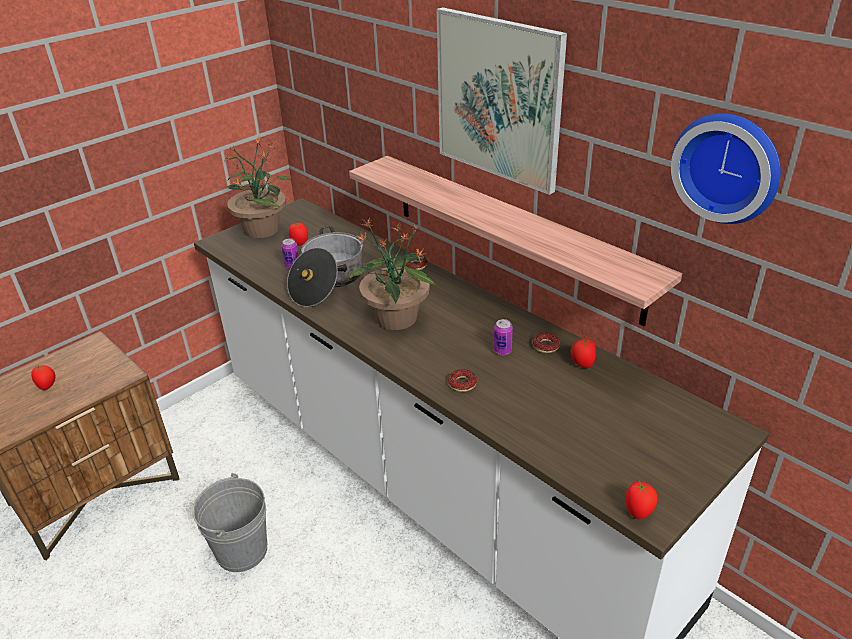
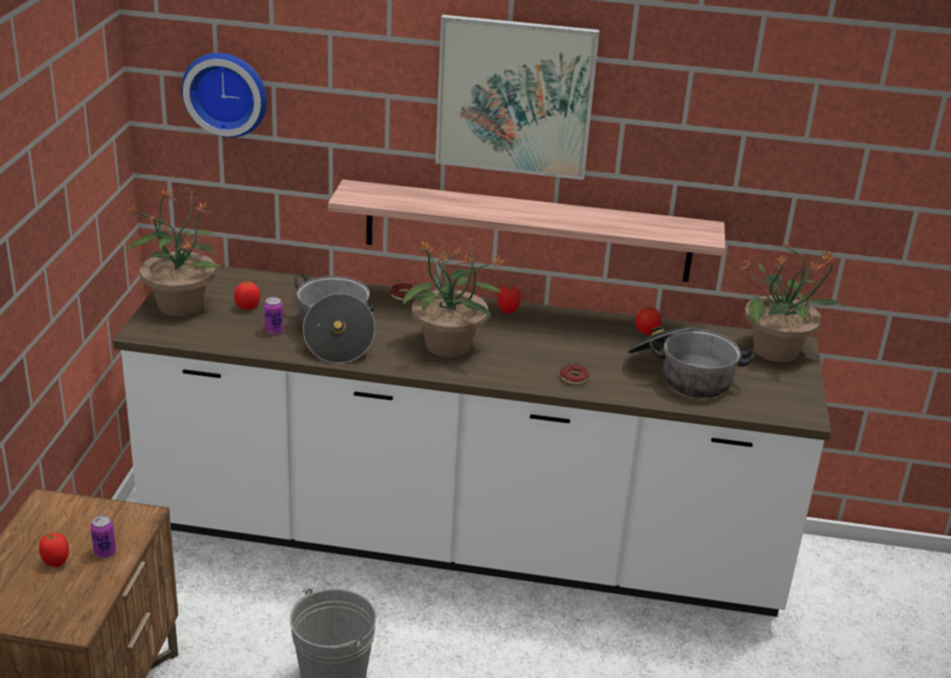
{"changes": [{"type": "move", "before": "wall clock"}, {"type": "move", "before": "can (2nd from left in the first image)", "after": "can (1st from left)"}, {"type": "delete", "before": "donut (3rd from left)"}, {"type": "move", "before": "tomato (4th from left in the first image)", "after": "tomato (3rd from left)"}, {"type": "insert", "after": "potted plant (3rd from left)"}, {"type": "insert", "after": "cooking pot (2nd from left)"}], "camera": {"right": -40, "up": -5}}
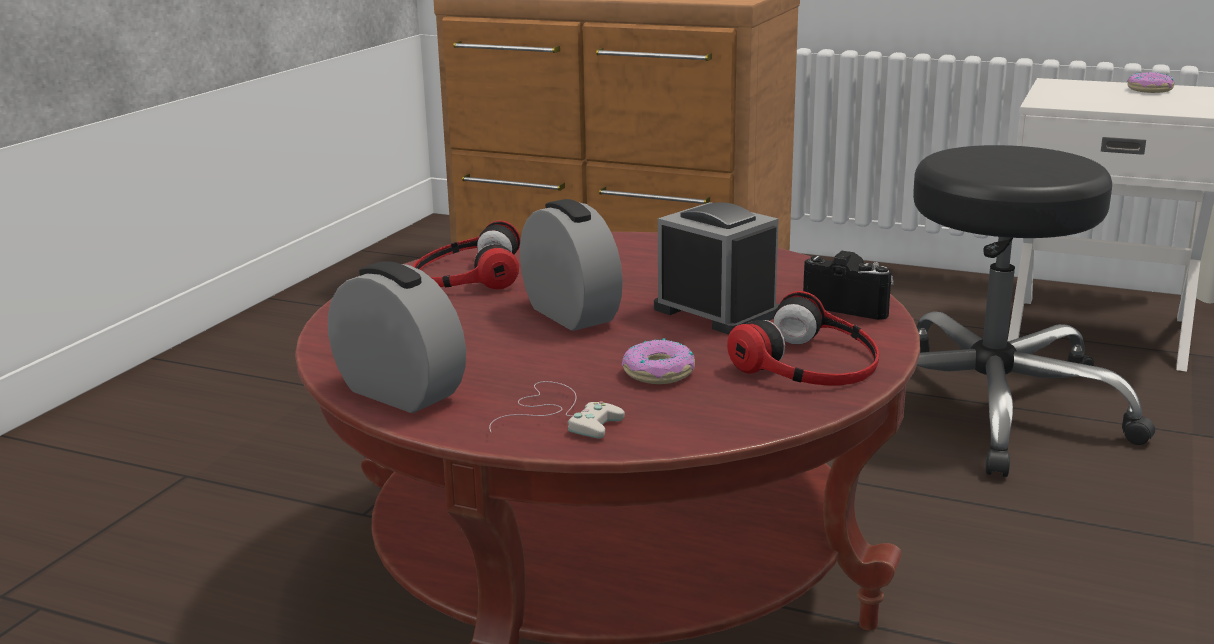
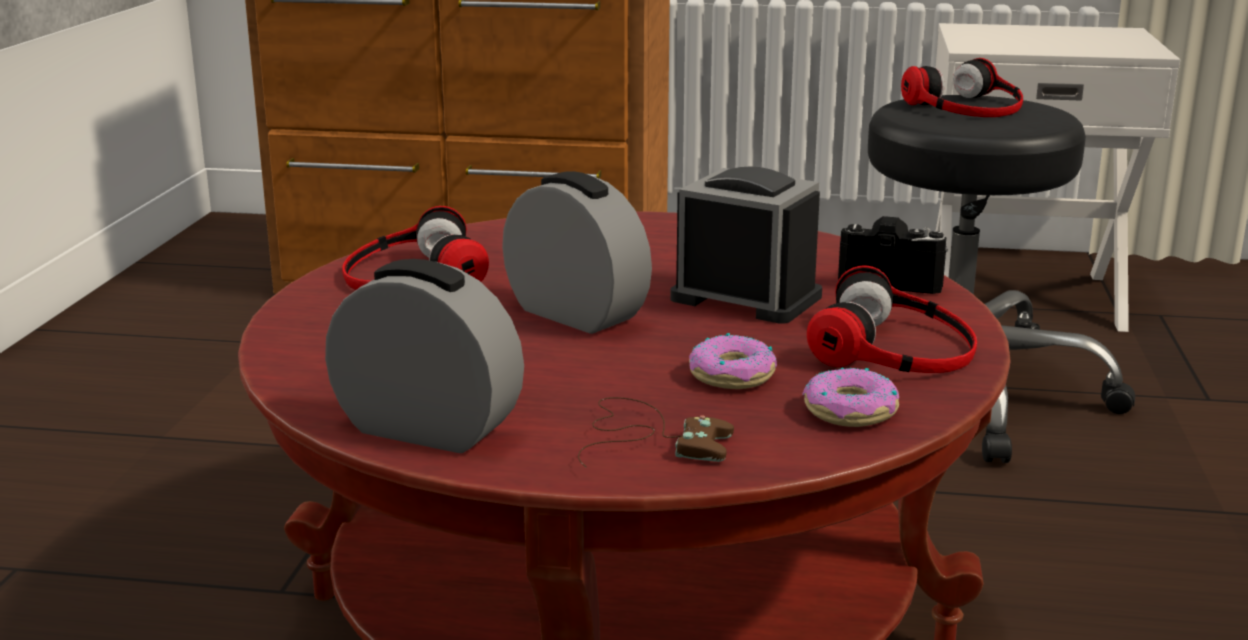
{"changes": [{"type": "move", "before": "donut (2nd from left)"}, {"type": "recolor", "before": "game controller (white)", "after": "game controller (brown)"}, {"type": "insert", "after": "headphones (3rd from left)"}], "camera": {"right": -15, "up": 0}}
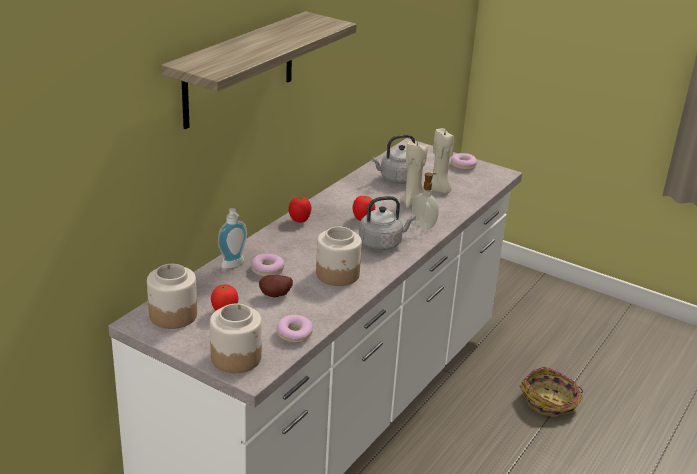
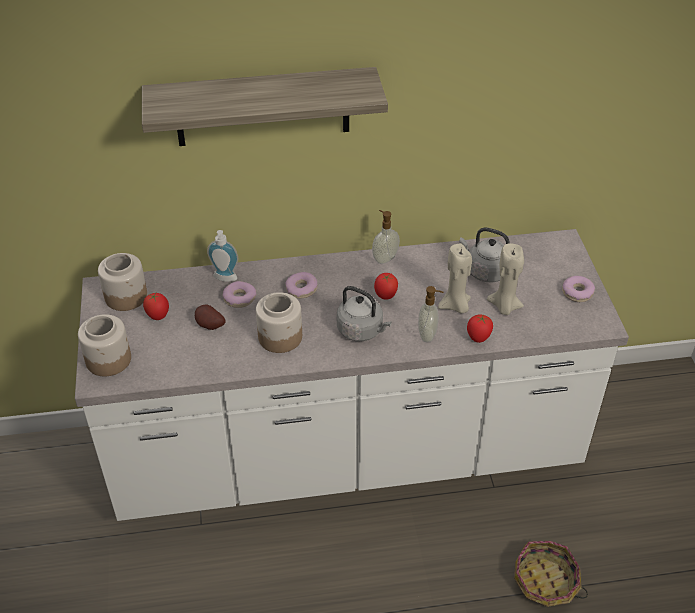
{"changes": [{"type": "move", "before": "tomato (2nd from left in the first image)", "after": "tomato (3rd from left)"}, {"type": "move", "before": "donut (2nd from left)"}, {"type": "insert", "after": "soap dispenser (2nd from left)"}], "camera": {"right": 50, "up": 15}}
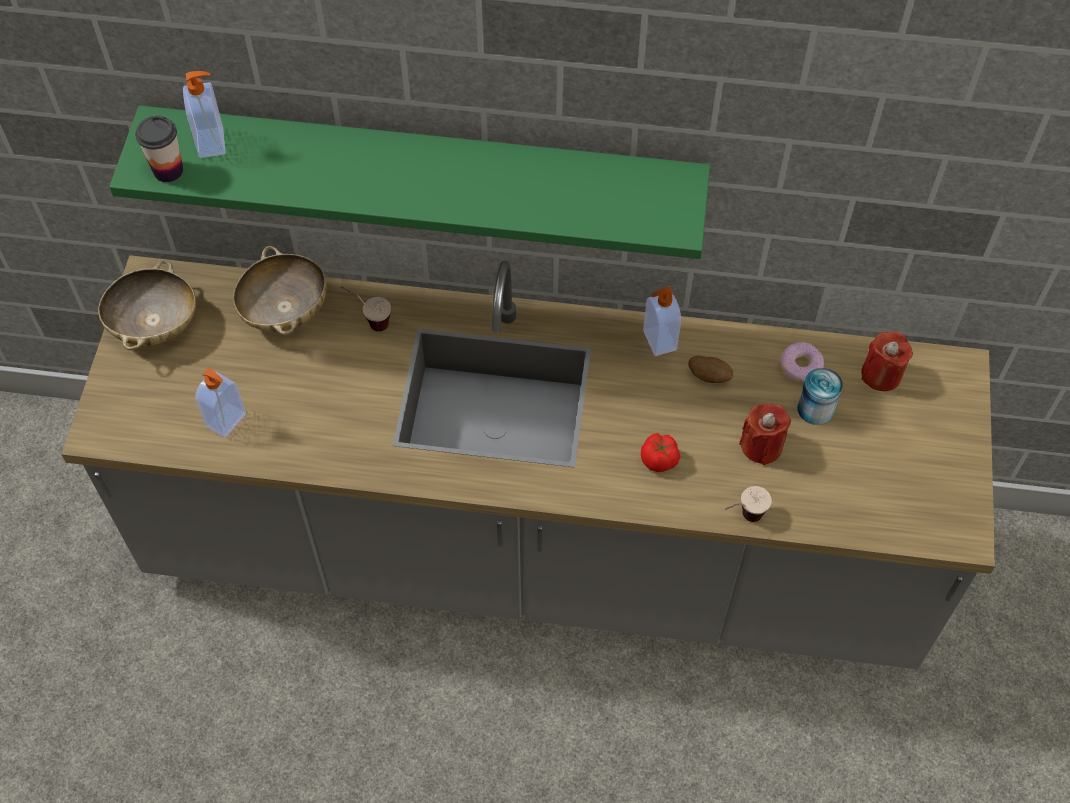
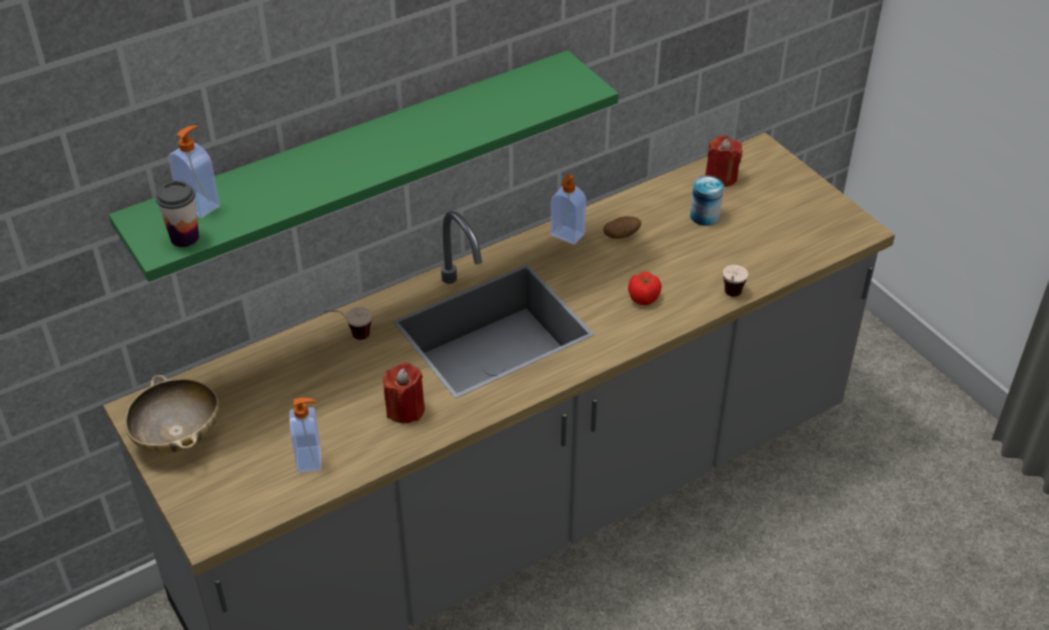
{"changes": [{"type": "delete", "before": "bowl (beige) (2nd from left)"}, {"type": "delete", "before": "donut"}, {"type": "move", "before": "candle (red) (1st from left)"}], "camera": {"right": -40, "up": -15}}
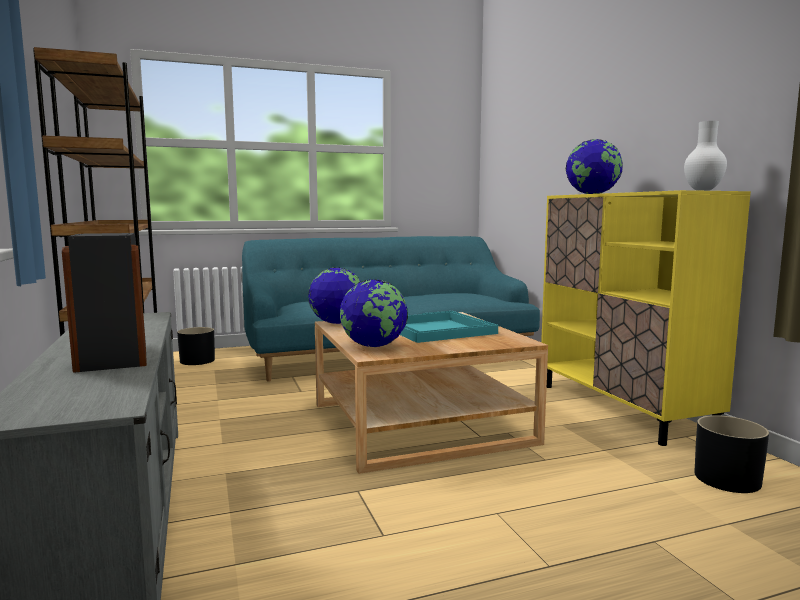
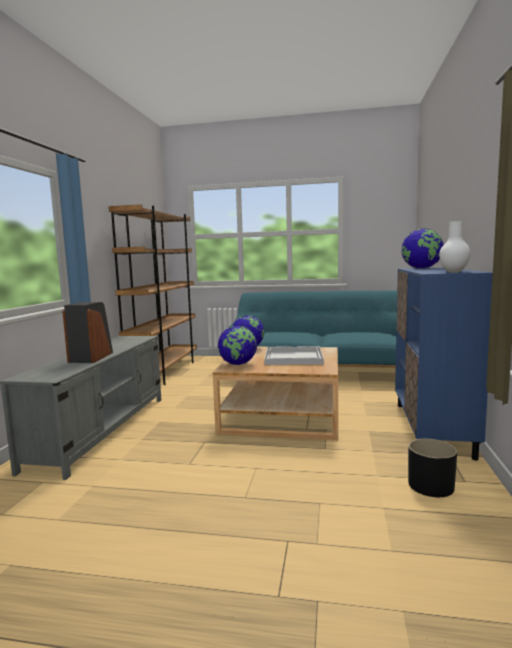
{"changes": [{"type": "recolor", "before": "cabinet (yellow)", "after": "cabinet (blue)"}, {"type": "recolor", "before": "tray (turquoise)", "after": "tray (white)"}, {"type": "delete", "before": "planter (black) (1st from left)"}], "camera": {"right": 30, "up": 0}}
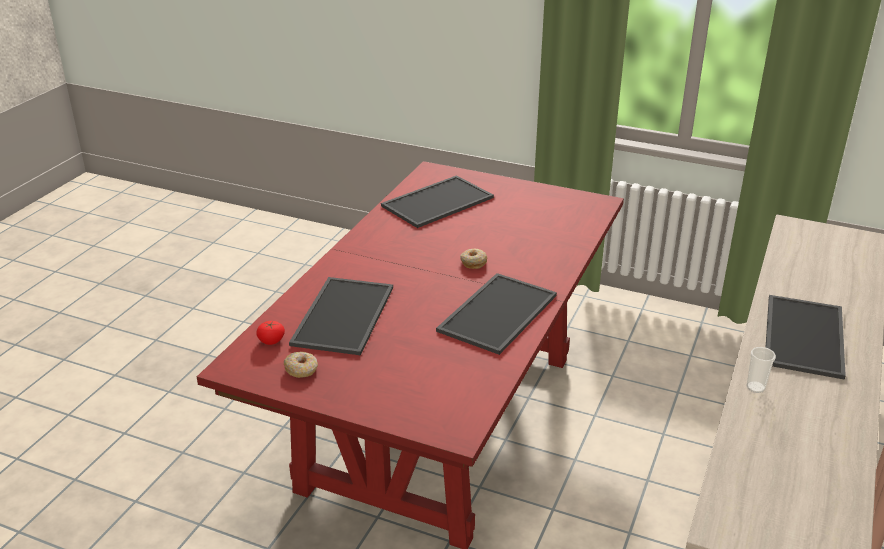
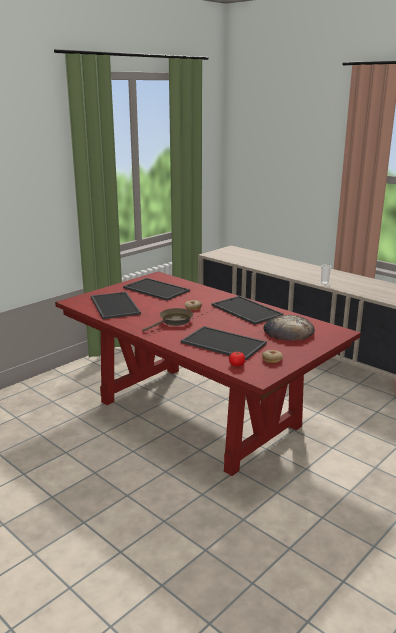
{"changes": [{"type": "move", "before": "tray (4th from left in the first image)", "after": "tray (2nd from left)"}, {"type": "insert", "after": "frying pan (brown)"}, {"type": "insert", "after": "bread"}], "camera": {"right": -70, "up": -10}}
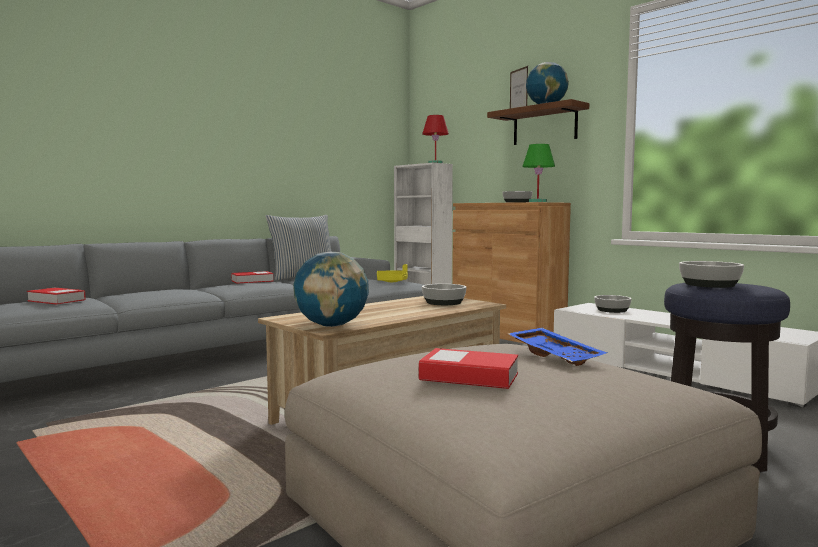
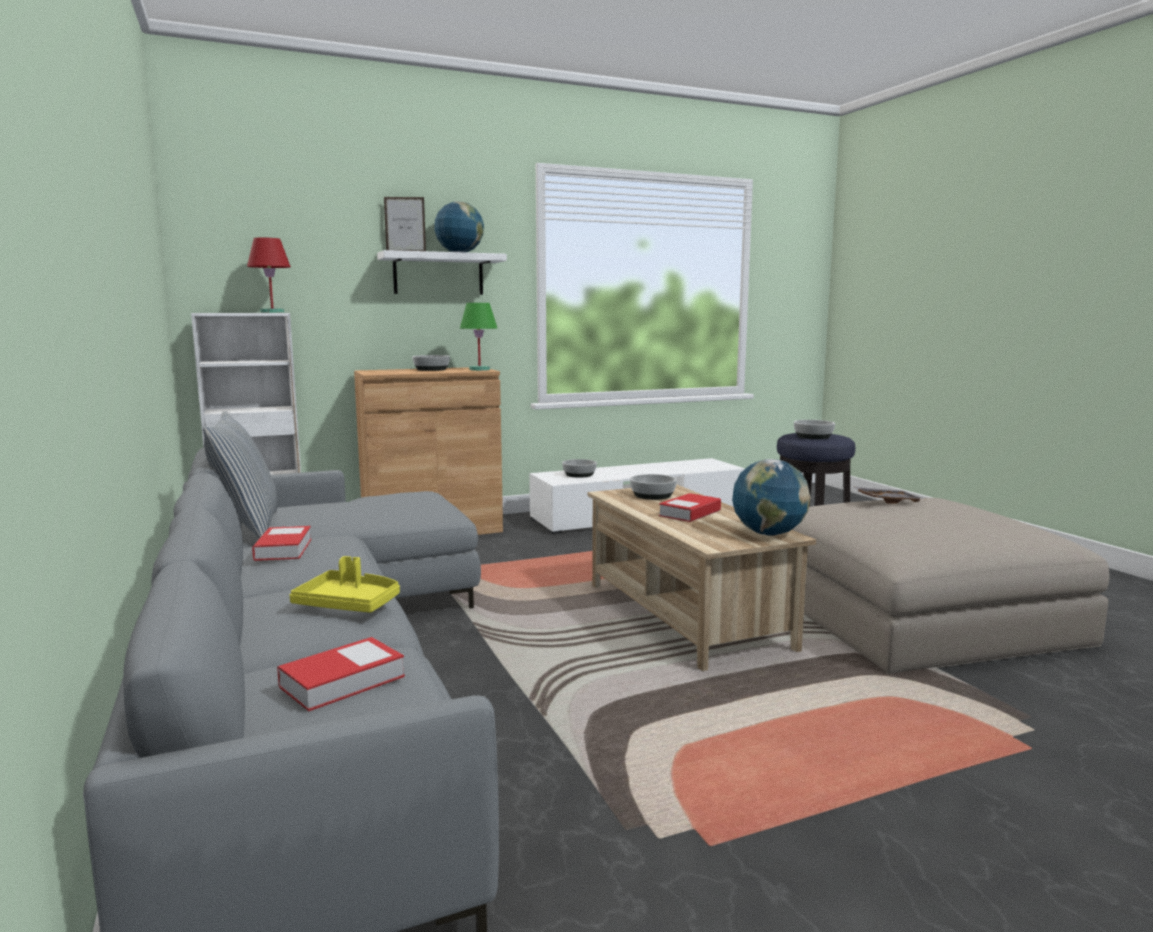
{"changes": [{"type": "recolor", "before": "shelf (brown)", "after": "shelf (white)"}, {"type": "move", "before": "tray (yellow)"}, {"type": "recolor", "before": "tray (blue)", "after": "tray (grey)"}, {"type": "move", "before": "book (3rd from left)"}], "camera": {"right": -70, "up": 5}}
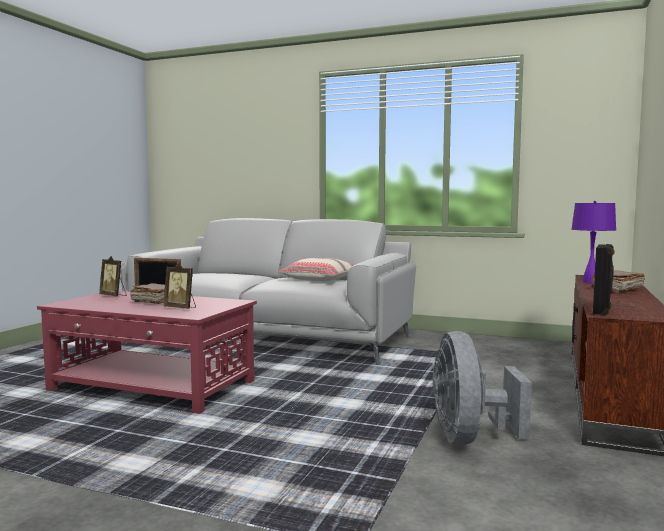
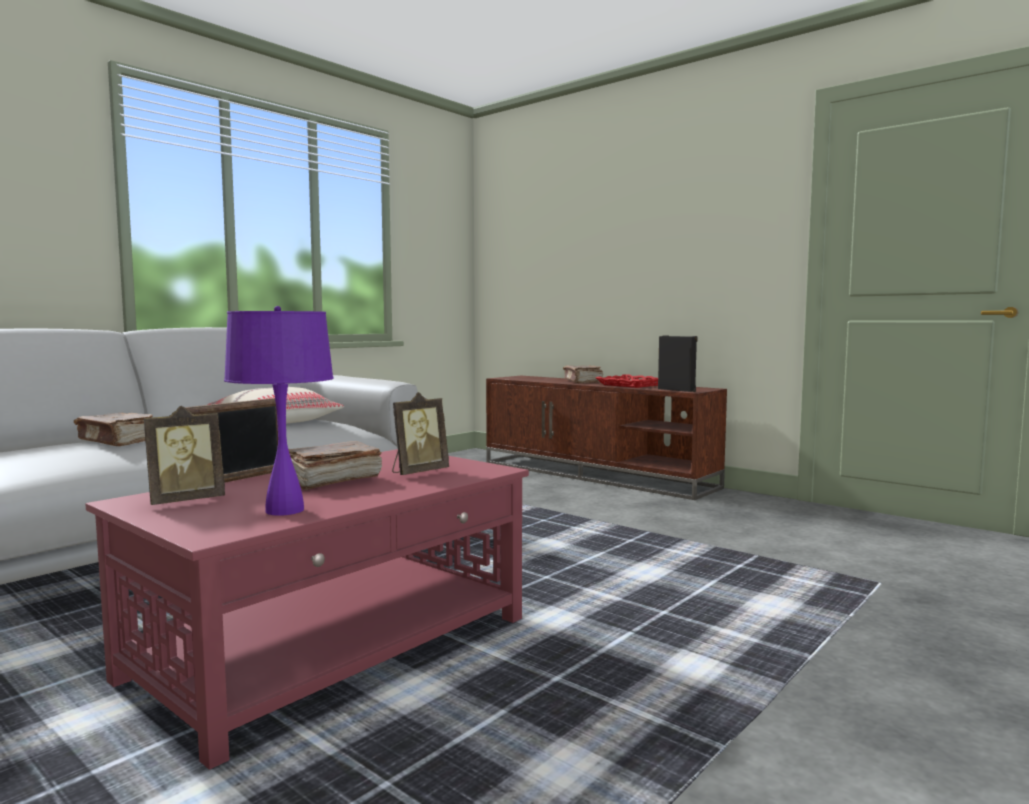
{"changes": [{"type": "move", "before": "table lamp (purple)"}, {"type": "delete", "before": "fan (grey)"}, {"type": "insert", "after": "tray (red)"}, {"type": "insert", "after": "book (brown) (1st from left)"}], "camera": {"right": -70, "up": 0}}
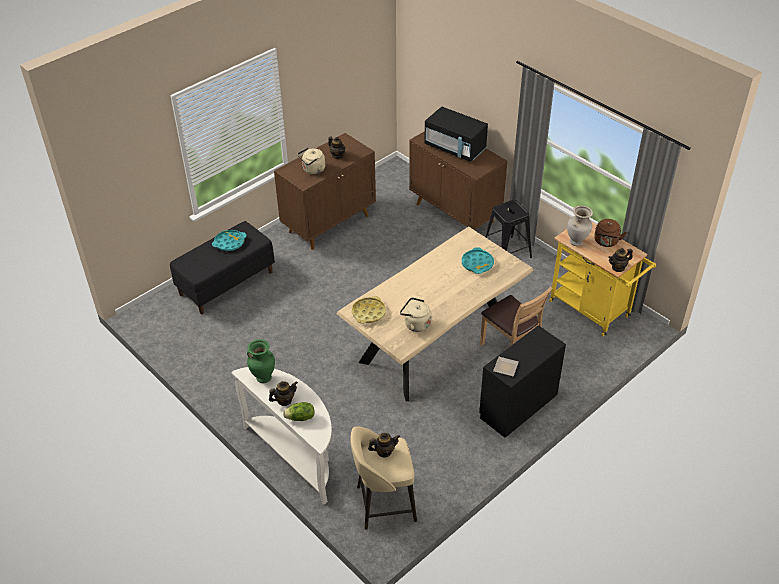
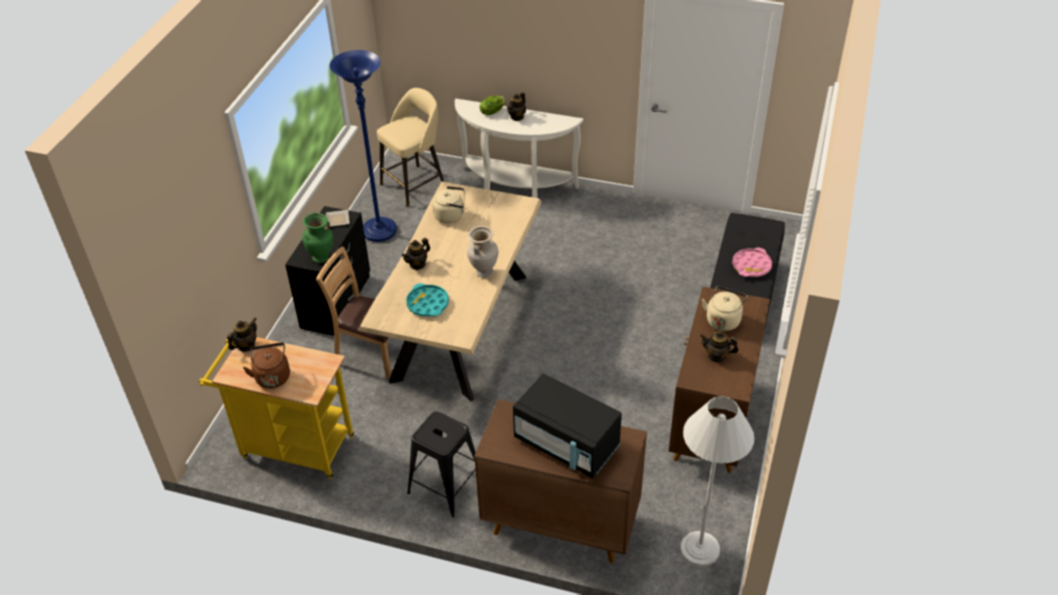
{"changes": [{"type": "rotate", "before": "microwave (black)", "turn": -150}, {"type": "move", "before": "vase (beige)"}, {"type": "recolor", "before": "tray (turquoise) (1st from left)", "after": "tray (pink)"}, {"type": "delete", "before": "tray (yellow)"}, {"type": "move", "before": "vase (green)"}, {"type": "move", "before": "teapot (3rd from left in the first image)", "after": "teapot (2nd from left)"}, {"type": "insert", "after": "floor lamp (blue)"}, {"type": "insert", "after": "floor lamp (white)"}], "camera": {"right": 150, "up": 0}}
